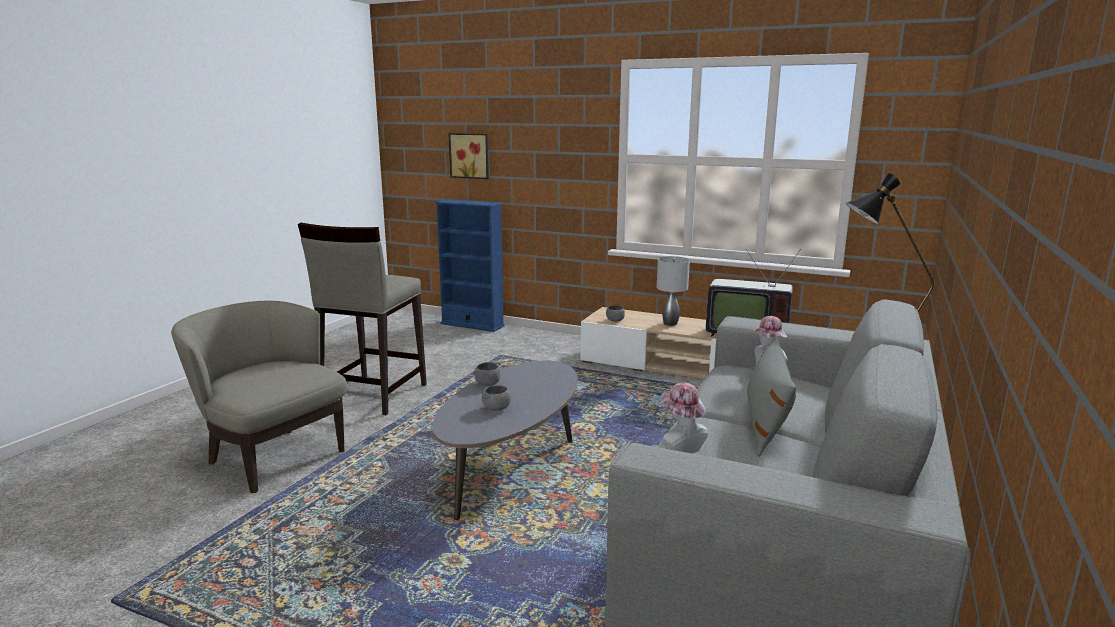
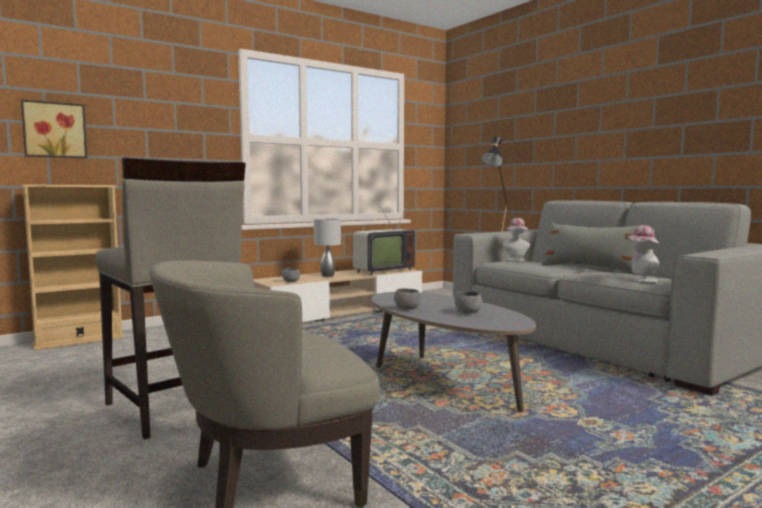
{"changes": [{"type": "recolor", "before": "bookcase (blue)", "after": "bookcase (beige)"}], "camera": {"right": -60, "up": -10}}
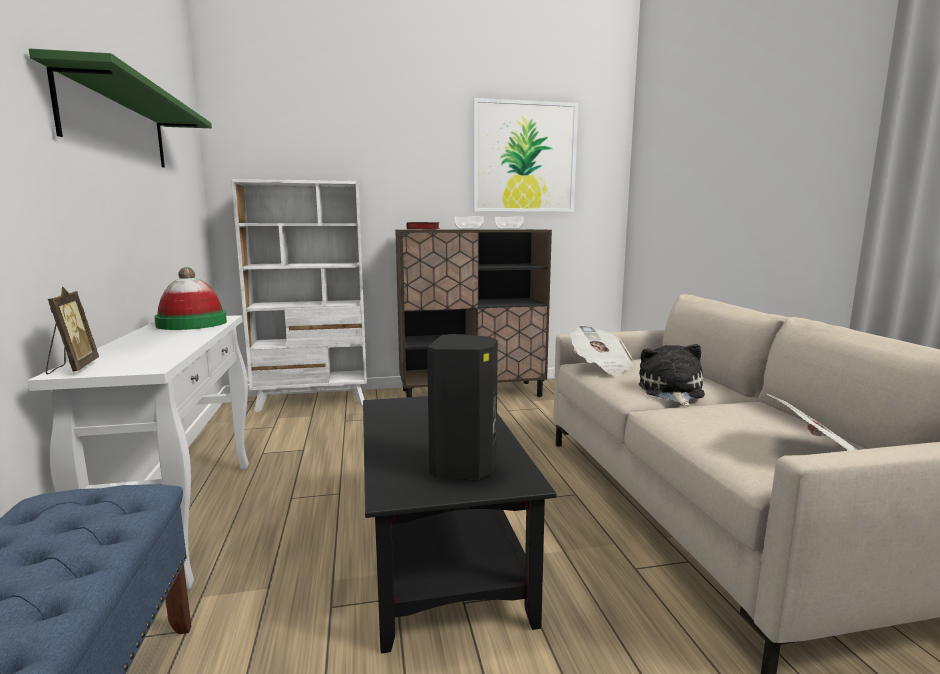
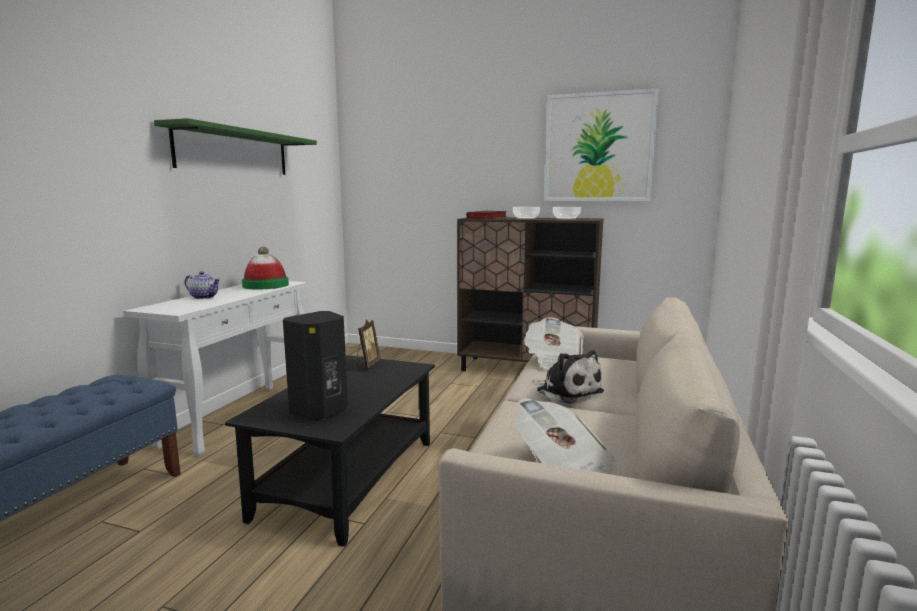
{"changes": [{"type": "delete", "before": "bookcase (white)"}, {"type": "move", "before": "picture frame"}, {"type": "rotate", "before": "plush toy", "turn": 105}, {"type": "insert", "after": "teapot"}], "camera": {"right": 30, "up": 0}}
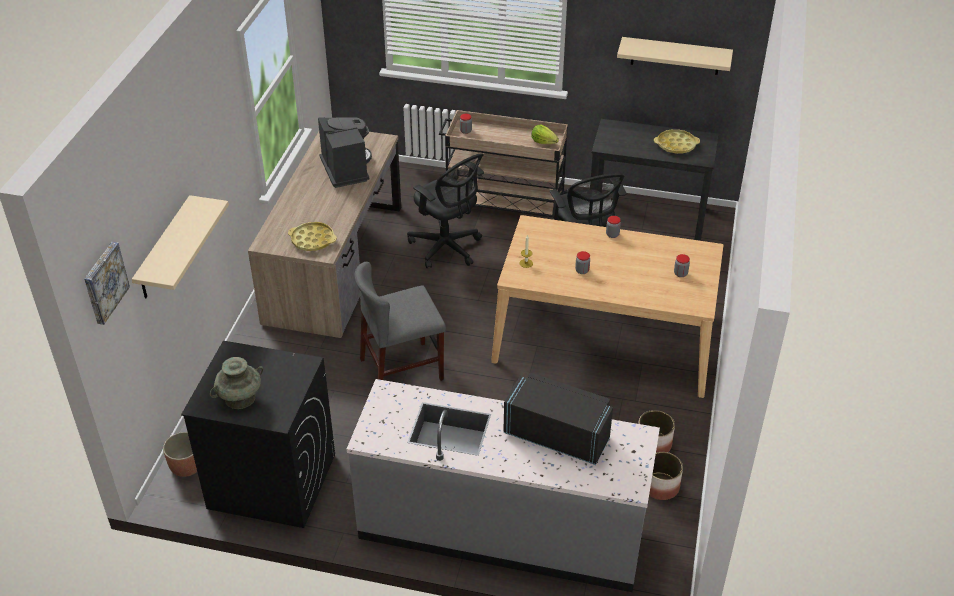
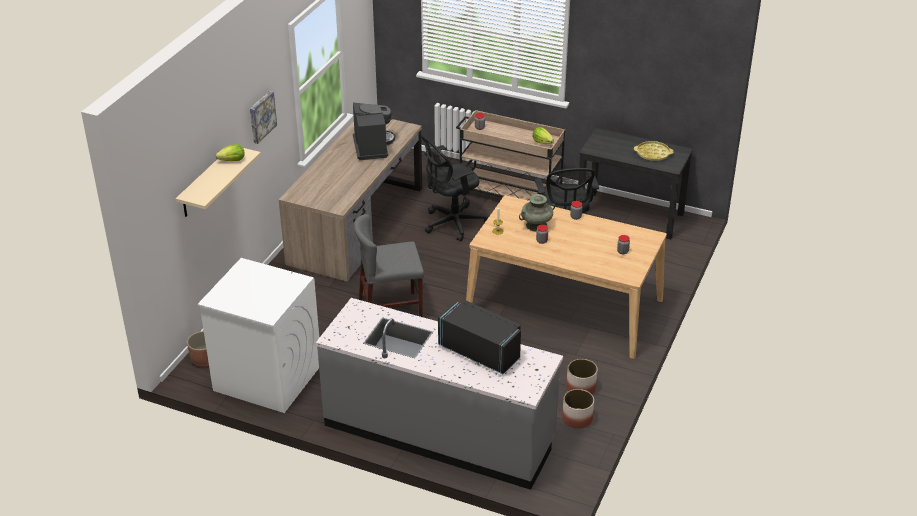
{"changes": [{"type": "delete", "before": "shelf (beige) (2nd from left)"}, {"type": "rotate", "before": "office chair (black) (1st from left)", "turn": 90}, {"type": "delete", "before": "tray (yellow) (1st from left)"}, {"type": "move", "before": "picture"}, {"type": "recolor", "before": "washing machine (black)", "after": "washing machine (white)"}, {"type": "move", "before": "vase (turquoise)"}, {"type": "insert", "after": "lettuce (1st from left)"}], "camera": {"right": 10, "up": -5}}
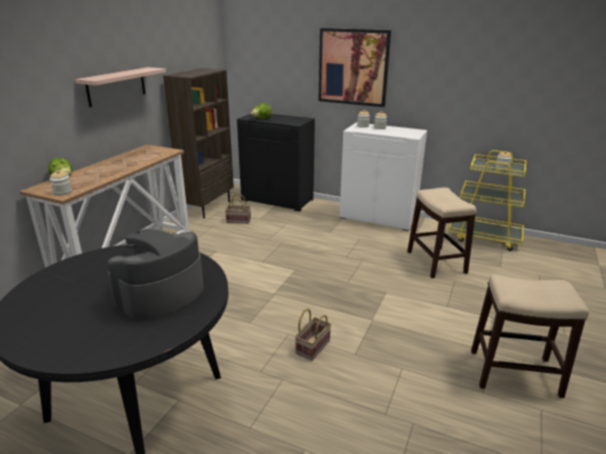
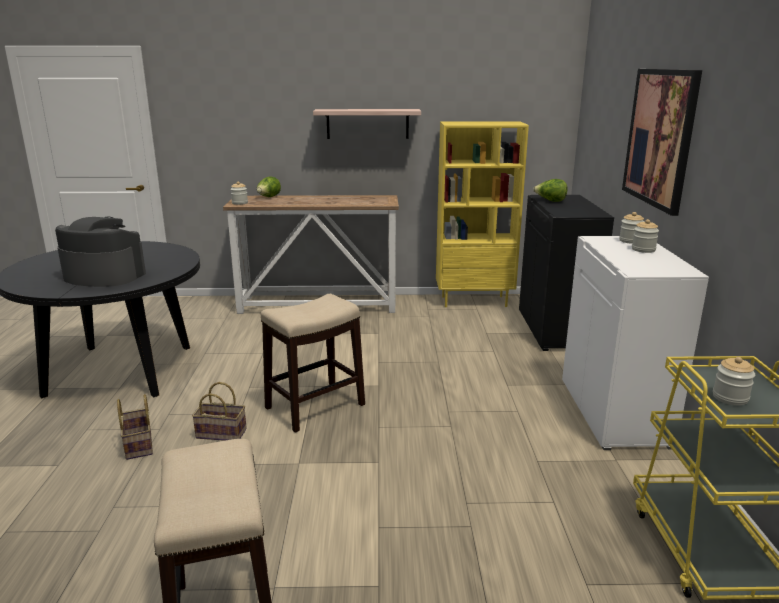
{"changes": [{"type": "recolor", "before": "bookcase (brown)", "after": "bookcase (yellow)"}, {"type": "move", "before": "stool (1st from left in the first image)", "after": "stool (2nd from left)"}, {"type": "move", "before": "basket (1st from left)"}], "camera": {"right": 65, "up": -5}}
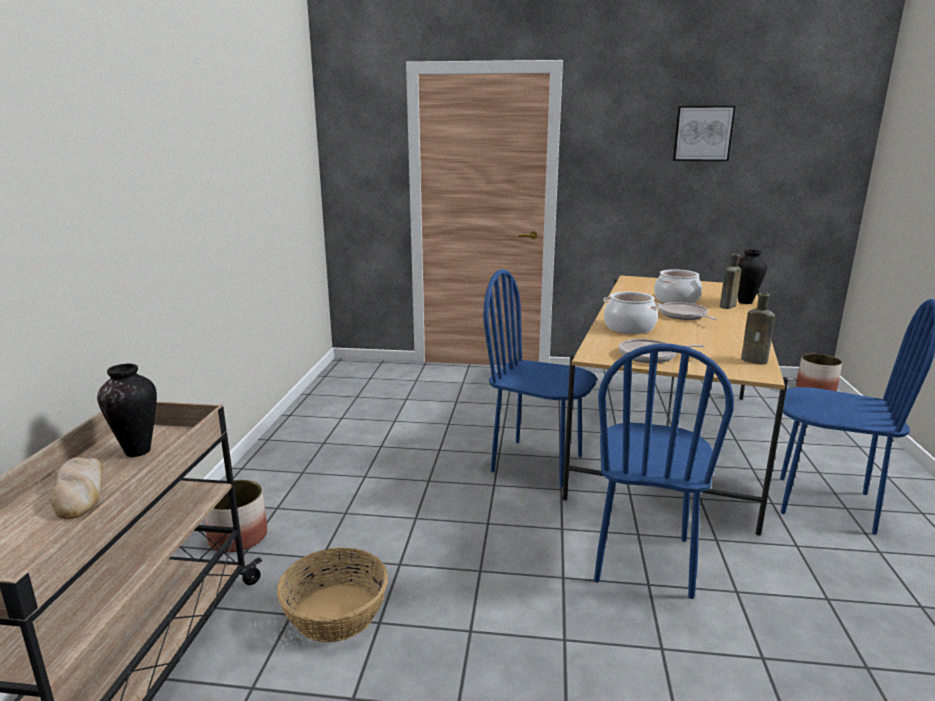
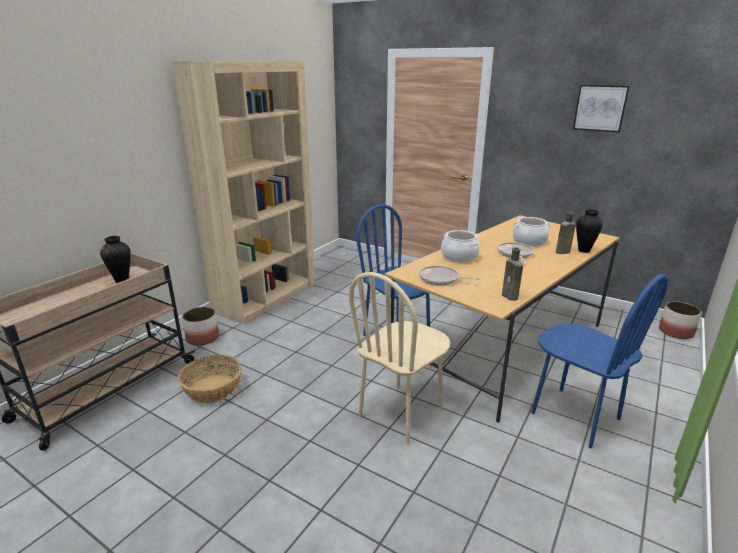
{"changes": [{"type": "recolor", "before": "chair (blue) (2nd from left)", "after": "chair (beige)"}, {"type": "delete", "before": "bread"}, {"type": "insert", "after": "bookcase (beige)"}], "camera": {"right": 25, "up": 5}}
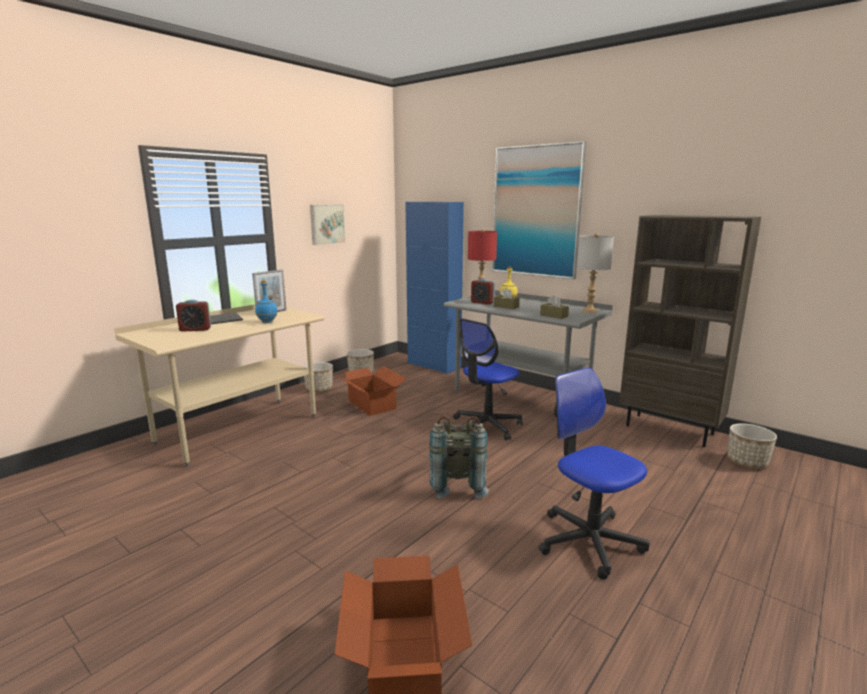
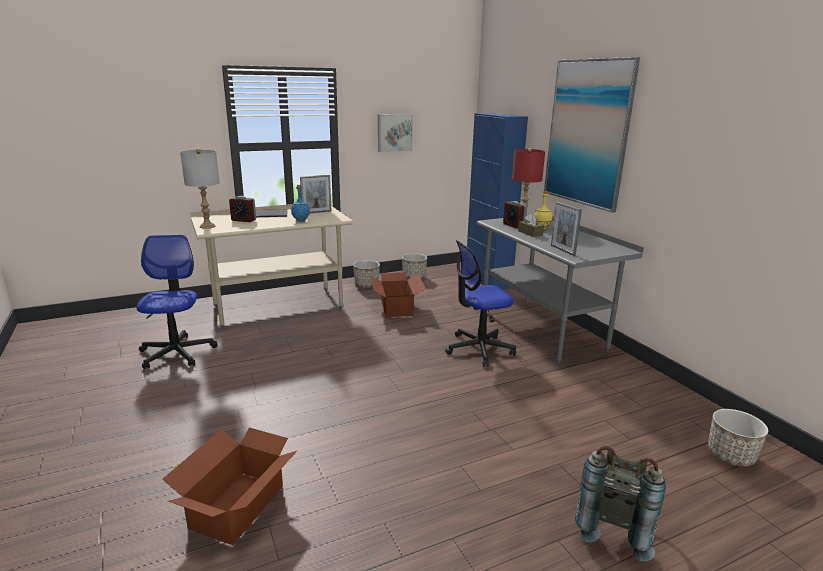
{"changes": [{"type": "delete", "before": "bookcase (brown)"}, {"type": "move", "before": "table lamp (grey)"}, {"type": "replace", "before": "tissue box (brown) (2nd from left)", "after": "picture frame (2nd from left)"}, {"type": "move", "before": "office chair (2nd from left in the first image)", "after": "office chair (1st from left)"}, {"type": "move", "before": "backpack (grey)"}], "camera": {"right": 25, "up": 5}}
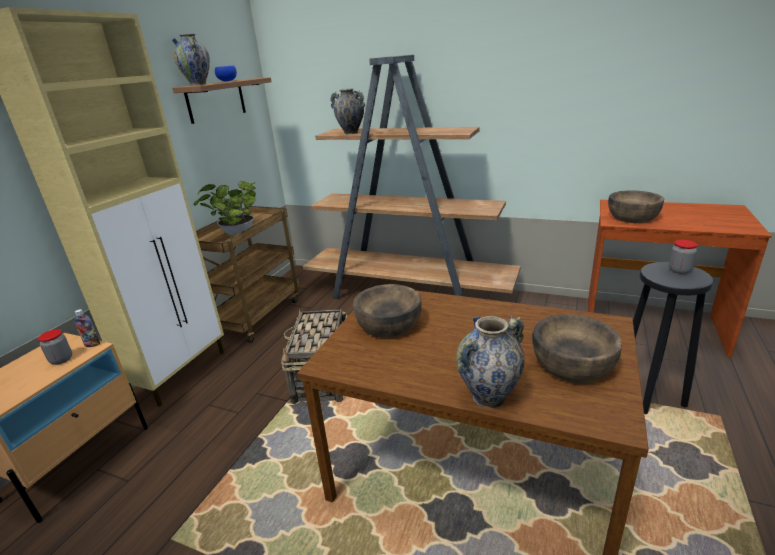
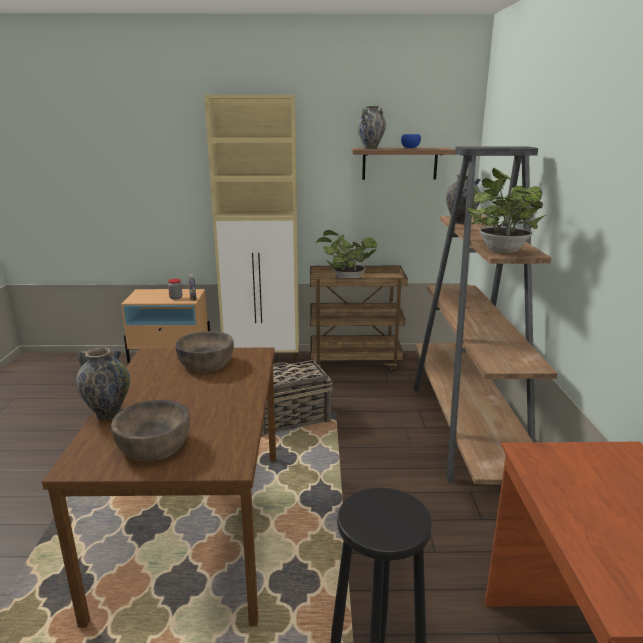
{"changes": [{"type": "delete", "before": "bowl (brown) (3rd from left)"}, {"type": "delete", "before": "jar (2nd from left)"}, {"type": "insert", "after": "potted plant (2nd from left)"}], "camera": {"right": 65, "up": -5}}
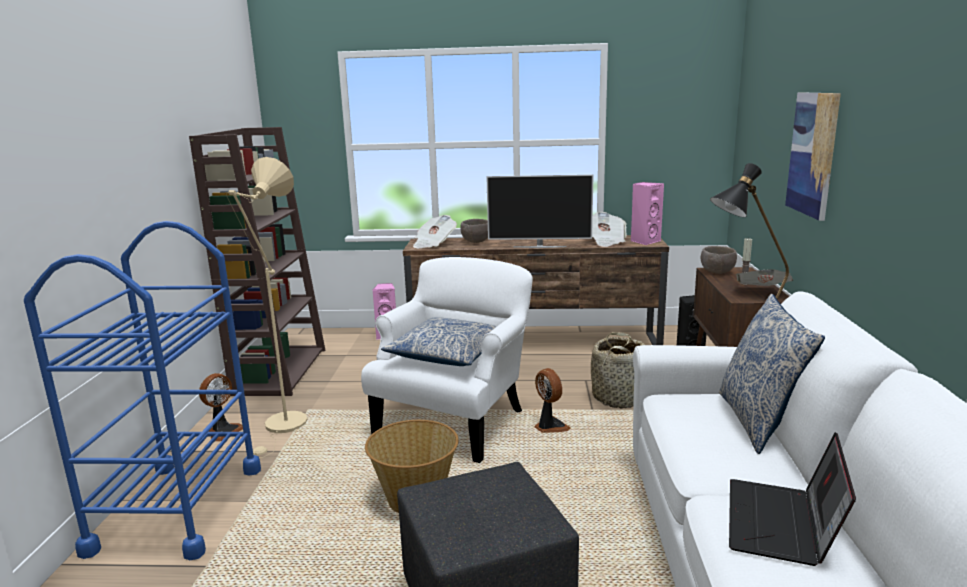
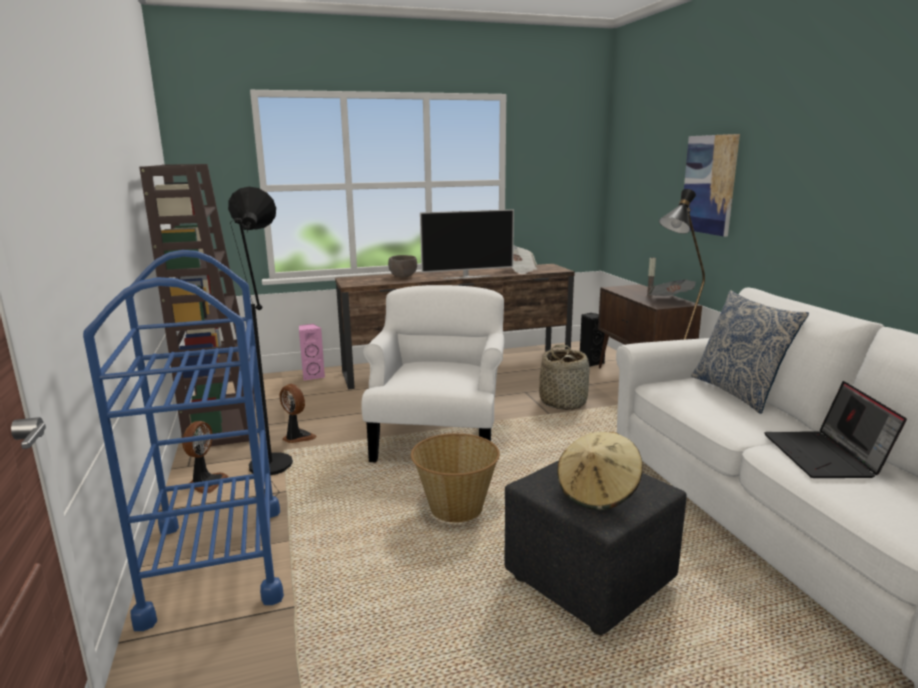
{"changes": [{"type": "recolor", "before": "floor lamp (beige)", "after": "floor lamp (black) (1st from left)"}, {"type": "delete", "before": "speaker (pink) (2nd from left)"}, {"type": "delete", "before": "newspaper (1st from left)"}, {"type": "delete", "before": "bowl (brown) (2nd from left)"}, {"type": "delete", "before": "pillow (1st from left)"}, {"type": "move", "before": "fan (2nd from left)"}, {"type": "insert", "after": "hat (beige)"}], "camera": {"right": -20, "up": 0}}
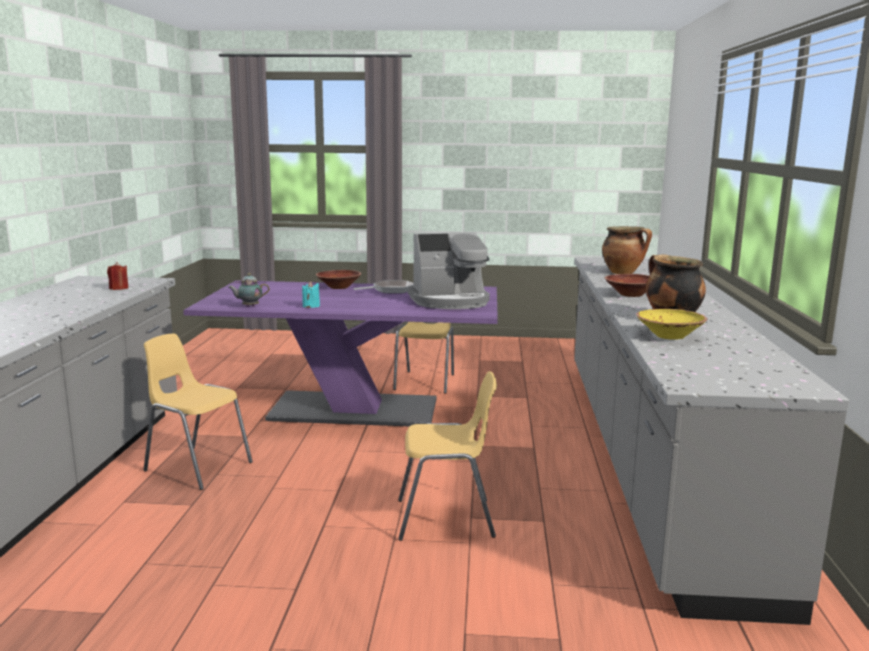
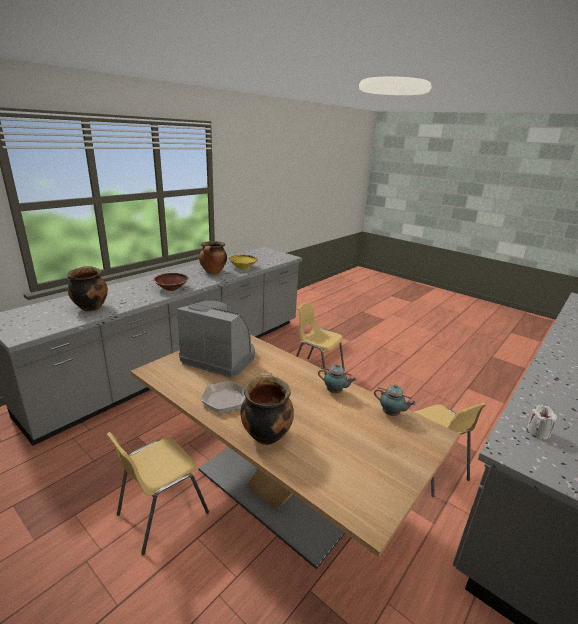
{"changes": [{"type": "recolor", "before": "candle (red)", "after": "candle (white)"}, {"type": "replace", "before": "bowl (brown) (1st from left)", "after": "cooking pot (3rd from left)"}, {"type": "recolor", "before": "dining table (purple)", "after": "dining table (beige)"}, {"type": "replace", "before": "candle (turquoise)", "after": "teapot (1st from left)"}], "camera": {"right": -145, "up": 10}}
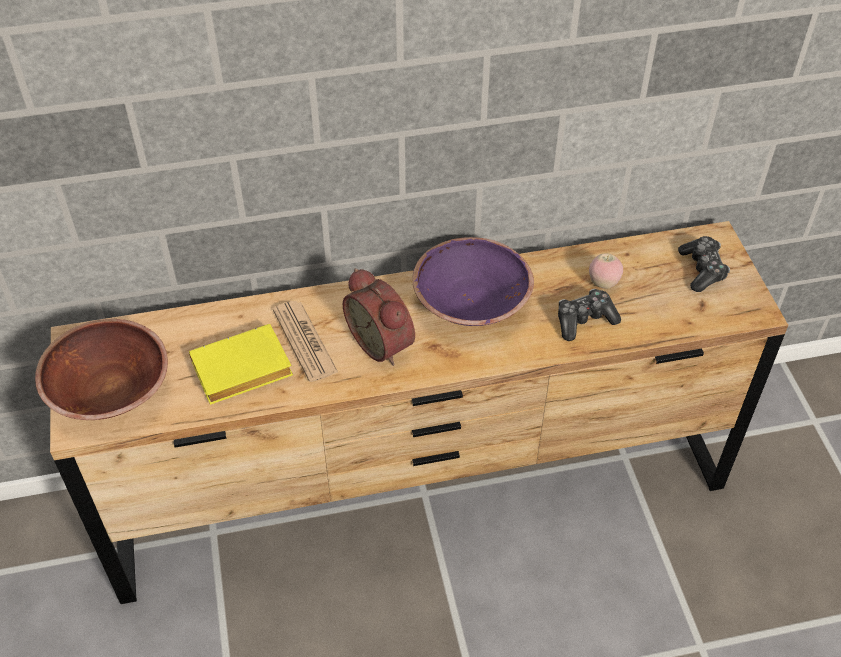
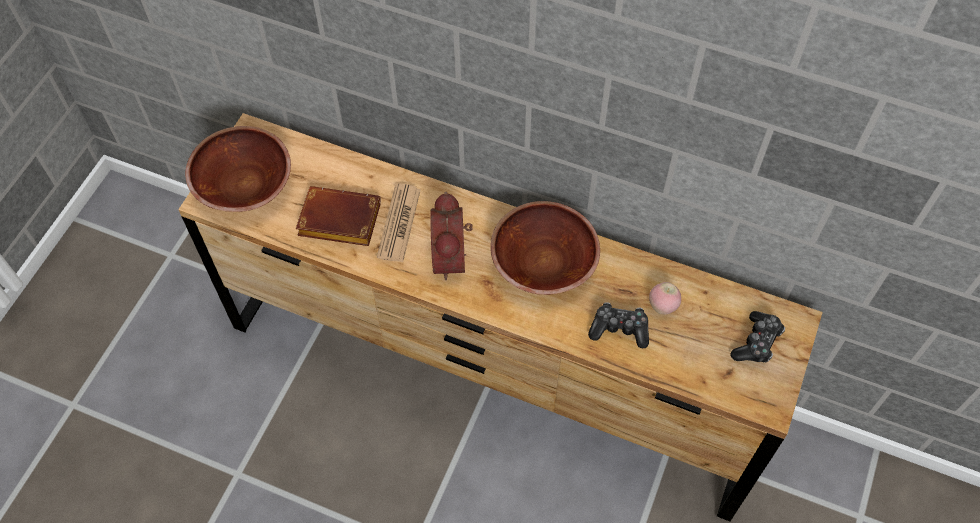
{"changes": [{"type": "recolor", "before": "bowl (purple)", "after": "bowl (brown) (2nd from left)"}, {"type": "recolor", "before": "book (yellow)", "after": "book (brown)"}], "camera": {"right": 35, "up": 10}}
